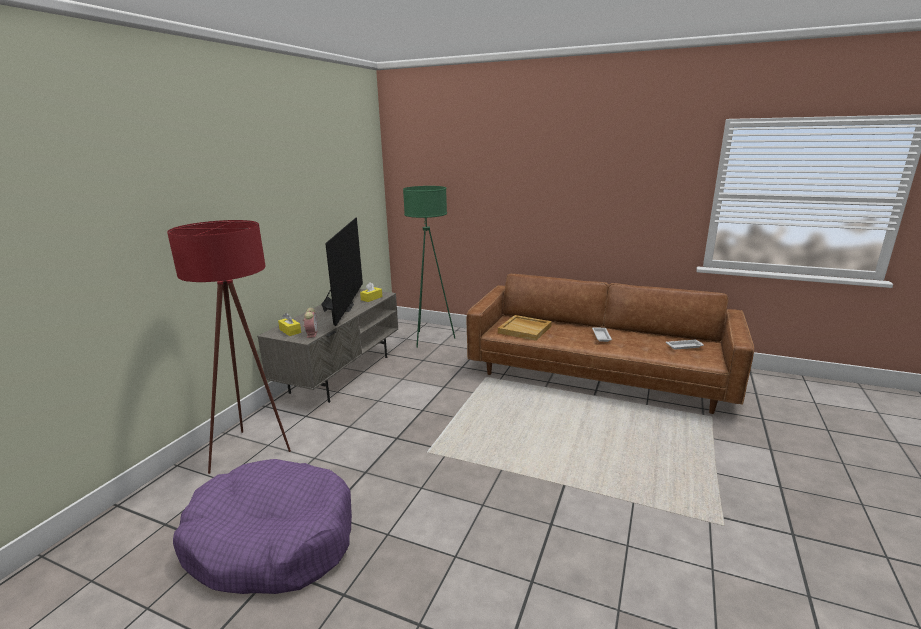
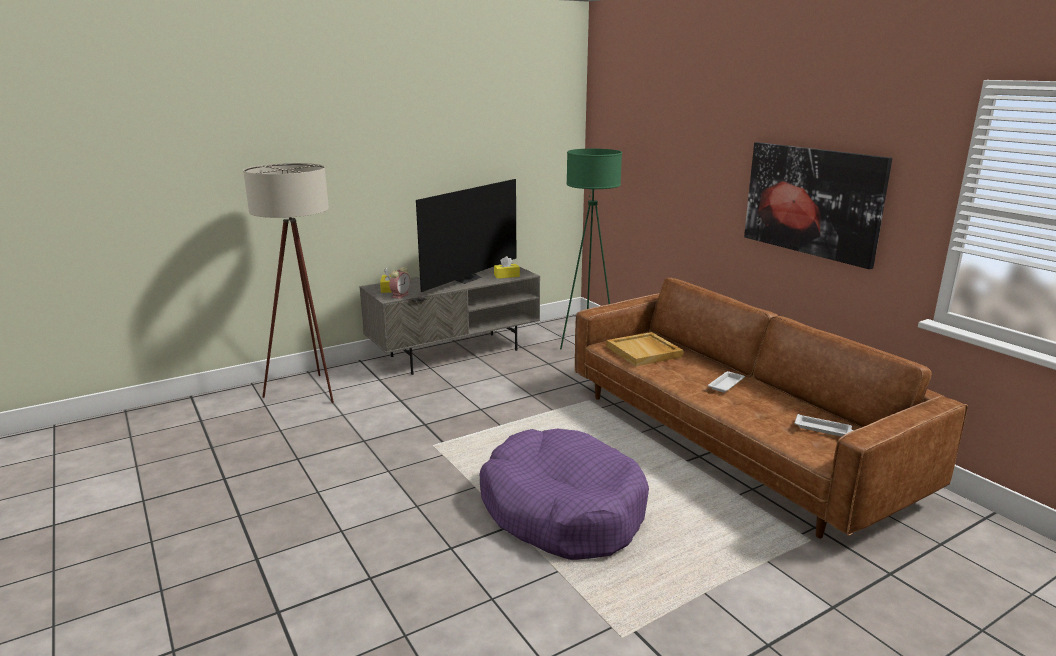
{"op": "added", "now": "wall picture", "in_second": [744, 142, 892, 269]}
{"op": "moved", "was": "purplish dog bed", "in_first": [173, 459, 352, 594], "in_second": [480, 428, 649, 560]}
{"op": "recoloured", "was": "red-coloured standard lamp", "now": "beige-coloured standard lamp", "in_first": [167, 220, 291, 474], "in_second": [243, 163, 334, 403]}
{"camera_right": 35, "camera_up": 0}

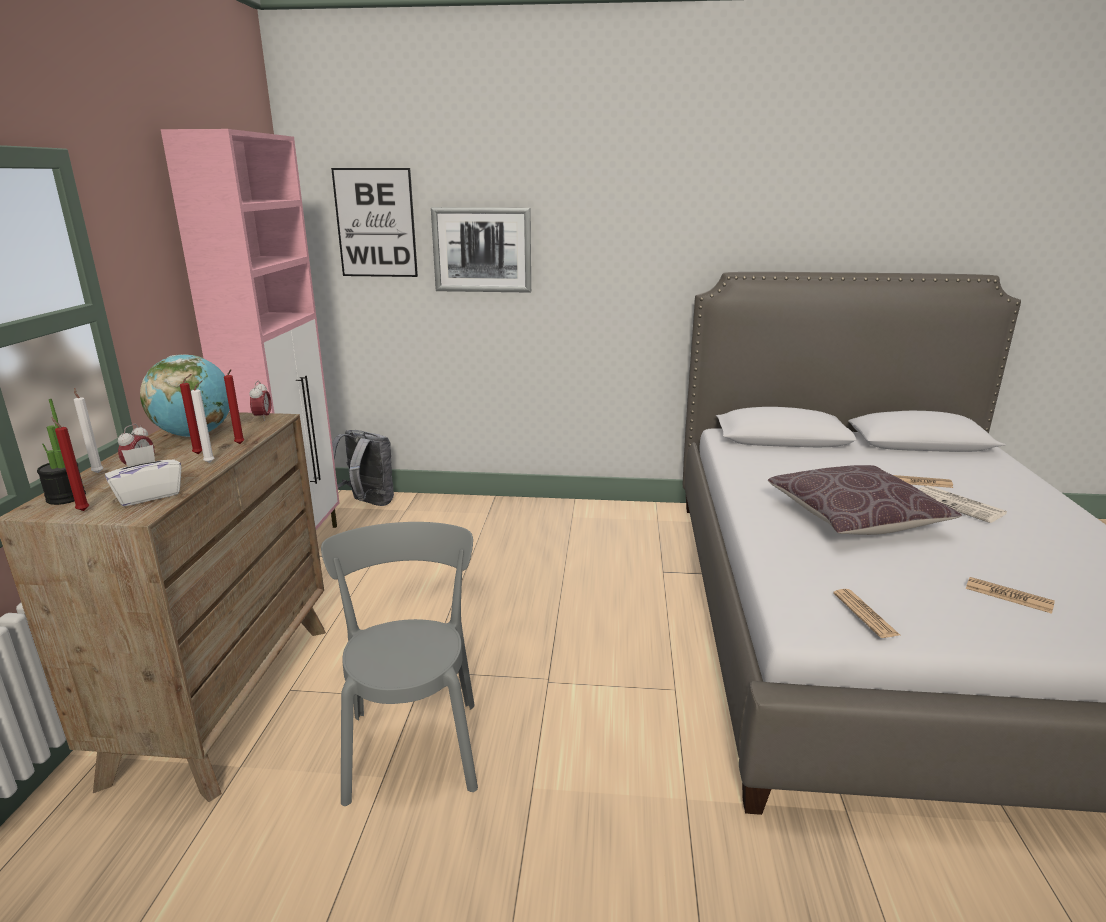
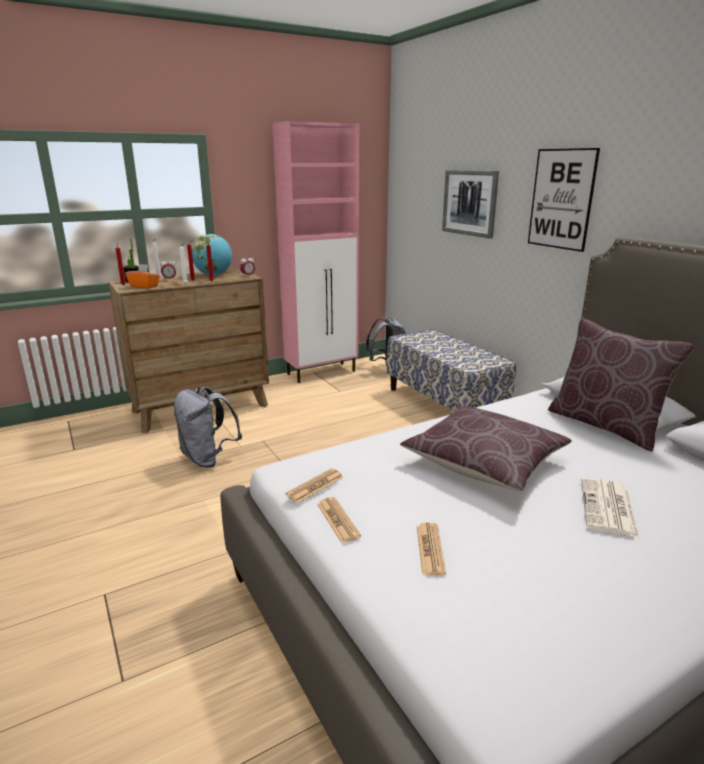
{"op": "added", "now": "bench", "in_second": [387, 329, 516, 412]}
{"op": "added", "now": "brown pillow", "in_second": [548, 318, 694, 452]}
{"op": "moved", "was": "wall picture", "in_first": [331, 168, 418, 277], "in_second": [528, 148, 600, 252]}
{"op": "moved", "was": "newspaper", "in_first": [893, 475, 953, 488], "in_second": [317, 497, 361, 543]}
{"op": "replaced", "was": "gray upright chair", "now": "gray rucksack", "in_first": [321, 522, 478, 806], "in_second": [174, 387, 242, 467]}
{"op": "recoloured", "was": "white box of tissues", "now": "orangey box of tissues", "in_first": [105, 445, 182, 506], "in_second": [125, 264, 160, 289]}
{"camera_right": 55, "camera_up": 0}

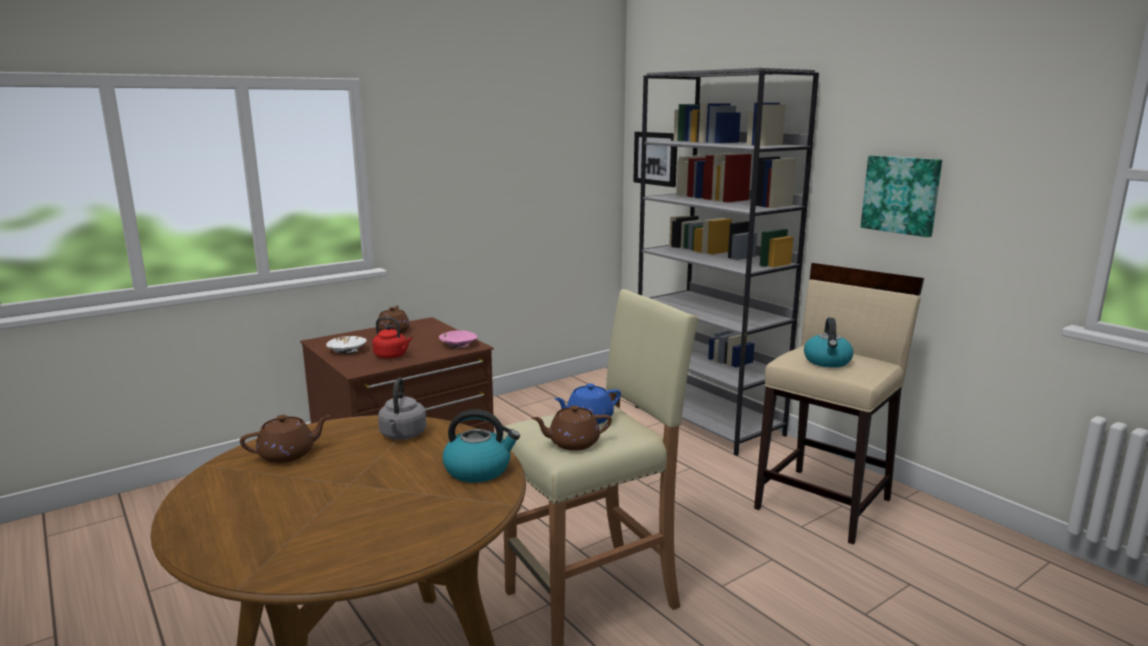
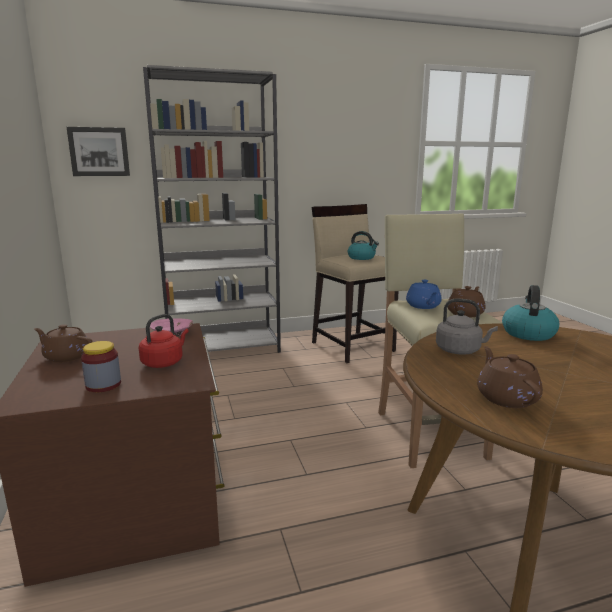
{"op": "removed", "was": "wall picture", "in_first": [861, 155, 942, 237]}
{"op": "replaced", "was": "white deep dish", "now": "jar", "in_first": [326, 336, 367, 354], "in_second": [81, 341, 121, 392]}
{"op": "turned", "was": "brown tea pot", "in_first": [532, 405, 612, 451], "in_second": [447, 286, 486, 317], "clockwise": -150}
{"camera_right": -70, "camera_up": 0}

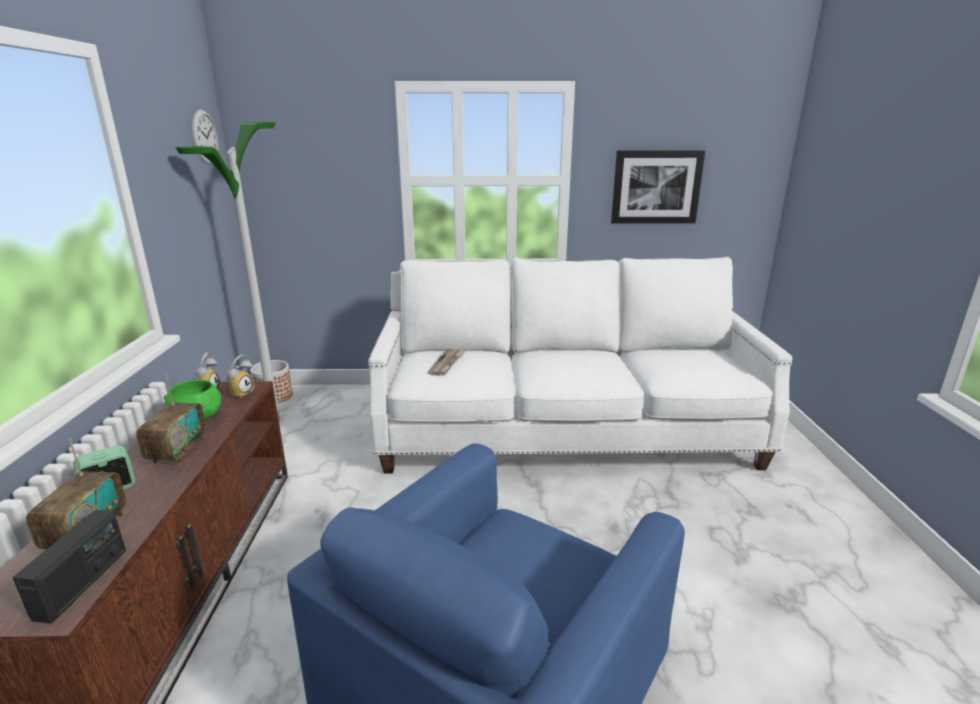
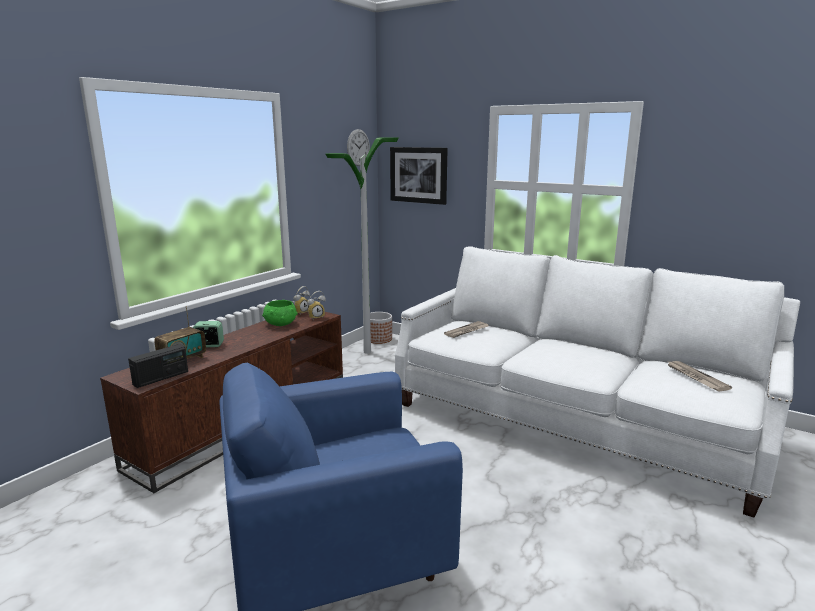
{"op": "removed", "was": "radio receiver", "in_first": [136, 374, 207, 465]}
{"op": "added", "now": "newspaper", "in_second": [668, 361, 732, 391]}
{"op": "moved", "was": "wall picture", "in_first": [611, 150, 705, 224], "in_second": [390, 147, 448, 205]}
{"camera_right": 35, "camera_up": -5}

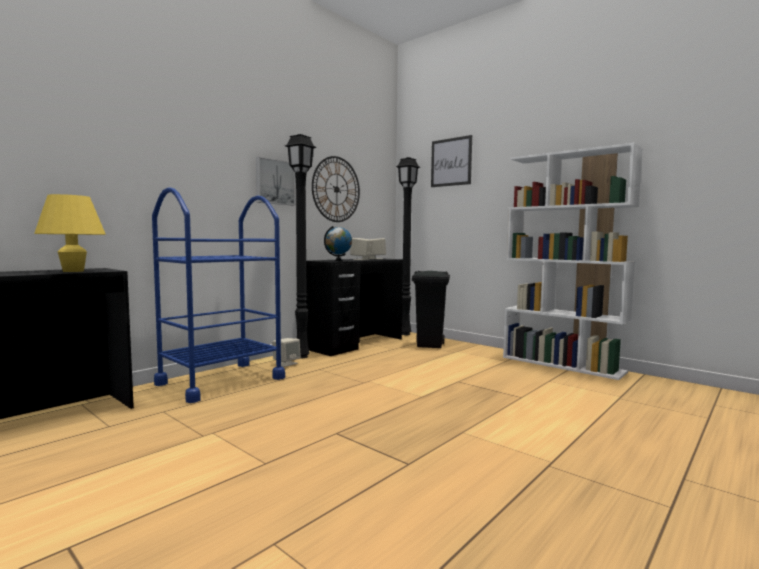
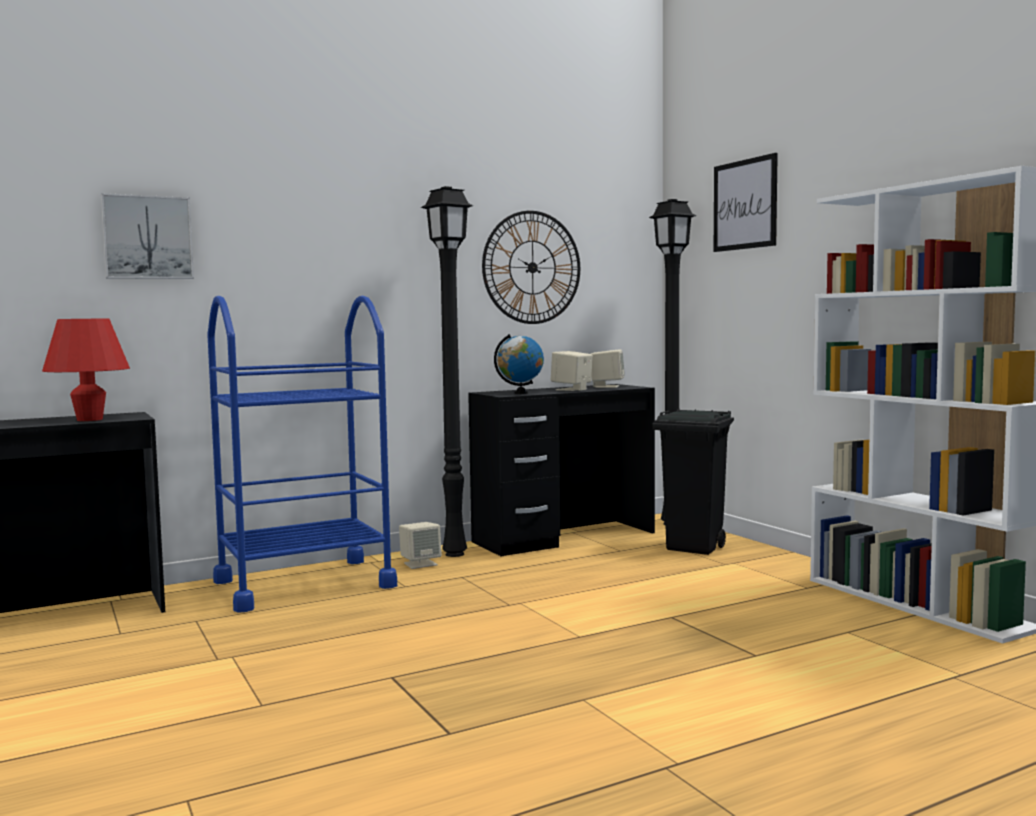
{"op": "moved", "was": "wall picture", "in_first": [256, 157, 296, 205], "in_second": [101, 193, 194, 279]}
{"op": "recoloured", "was": "yellow tabletop lamp", "now": "red-coloured tabletop lamp", "in_first": [34, 194, 106, 272], "in_second": [42, 319, 130, 421]}
{"camera_right": 20, "camera_up": 0}

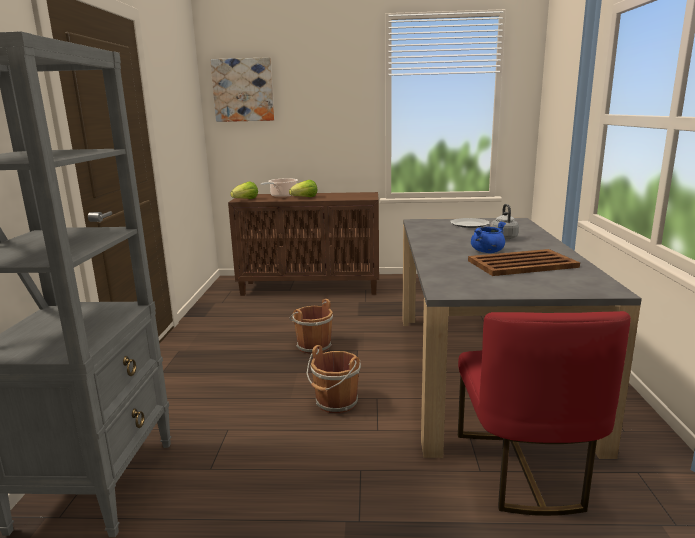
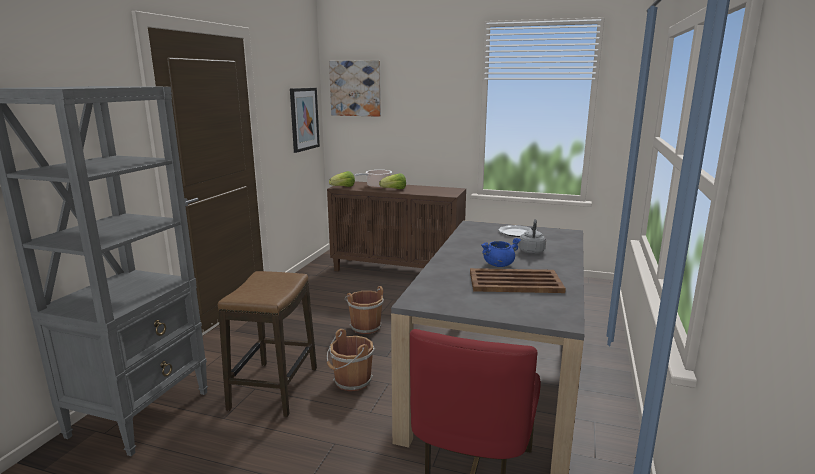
{"op": "added", "now": "stool seat", "in_second": [218, 271, 317, 417]}
{"op": "added", "now": "wall picture", "in_second": [290, 88, 320, 153]}
{"camera_right": 15, "camera_up": 0}

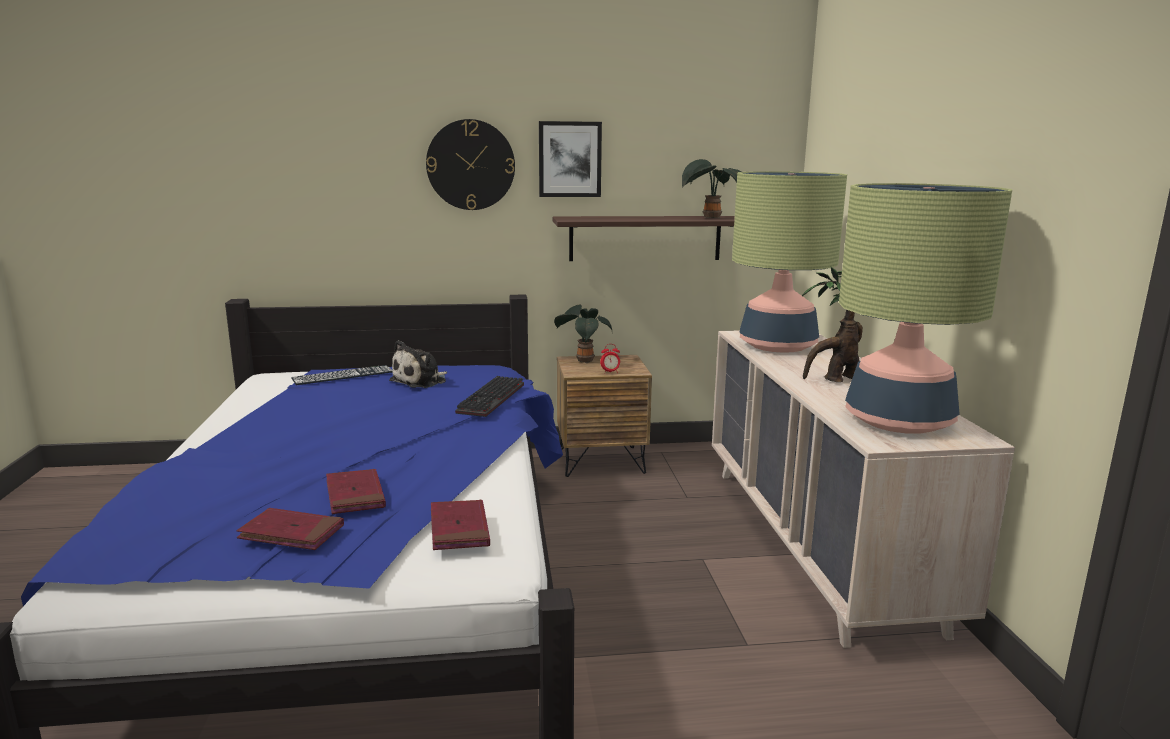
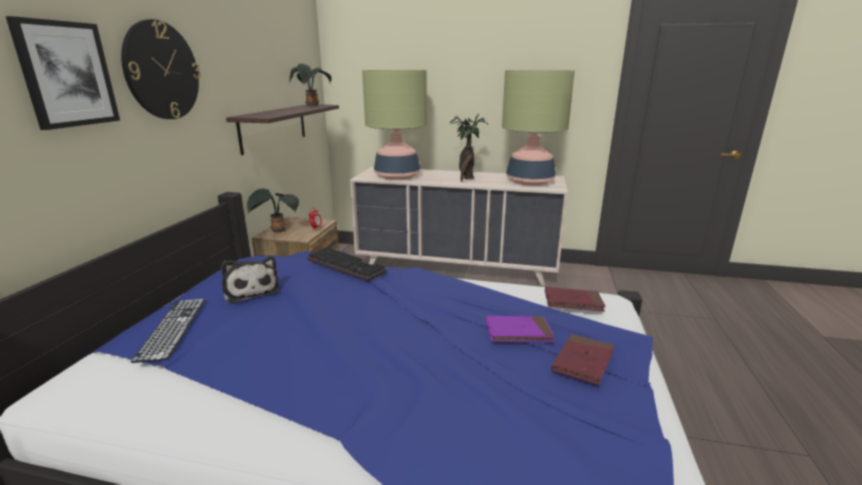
{"op": "moved", "was": "wall picture", "in_first": [539, 121, 602, 197], "in_second": [5, 16, 120, 130]}
{"op": "recoloured", "was": "red-coloured book", "now": "purplish book", "in_first": [326, 469, 386, 514], "in_second": [486, 316, 555, 342]}
{"camera_right": -70, "camera_up": 5}

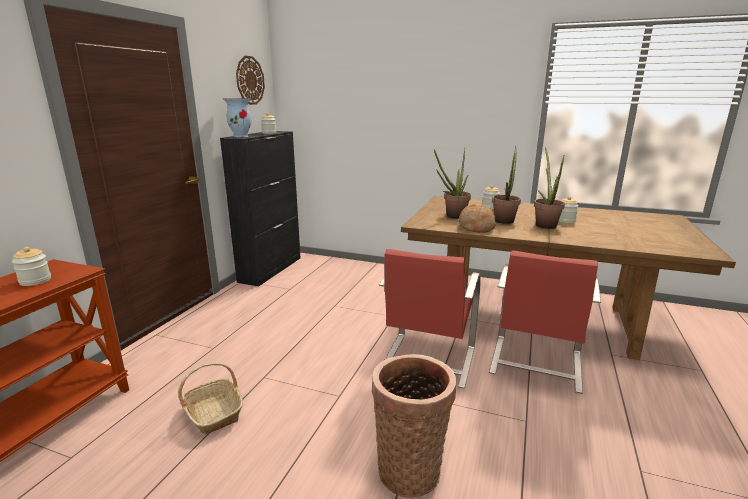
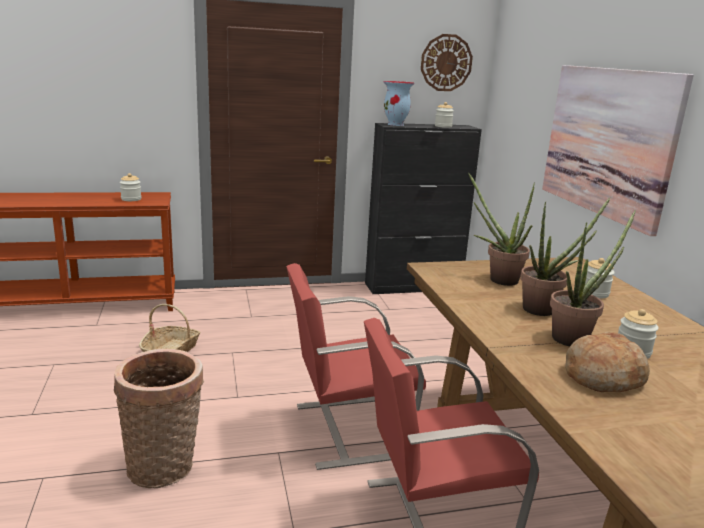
{"op": "added", "now": "wall picture", "in_second": [542, 65, 694, 236]}
{"op": "moved", "was": "baked bread", "in_first": [459, 204, 495, 233], "in_second": [565, 332, 650, 392]}
{"camera_right": 55, "camera_up": 0}

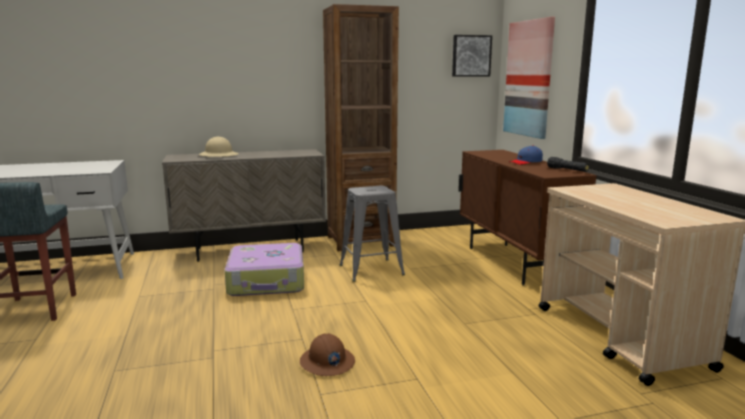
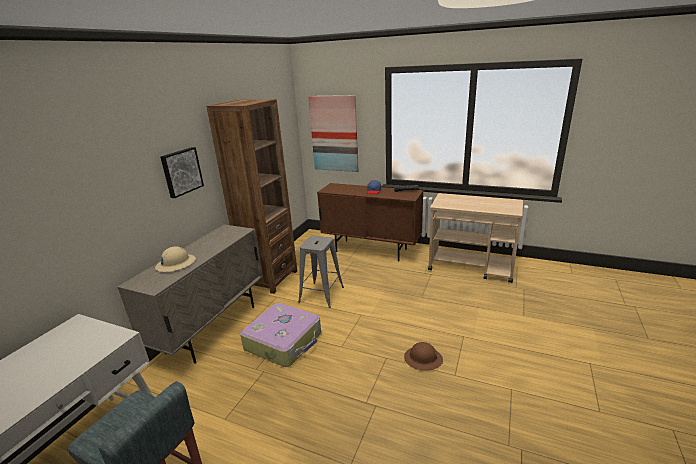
{"op": "moved", "was": "wall picture", "in_first": [452, 35, 492, 77], "in_second": [160, 147, 204, 198]}
{"camera_right": -50, "camera_up": 10}

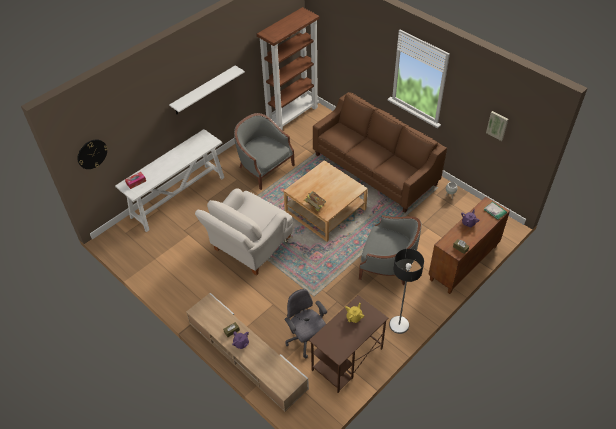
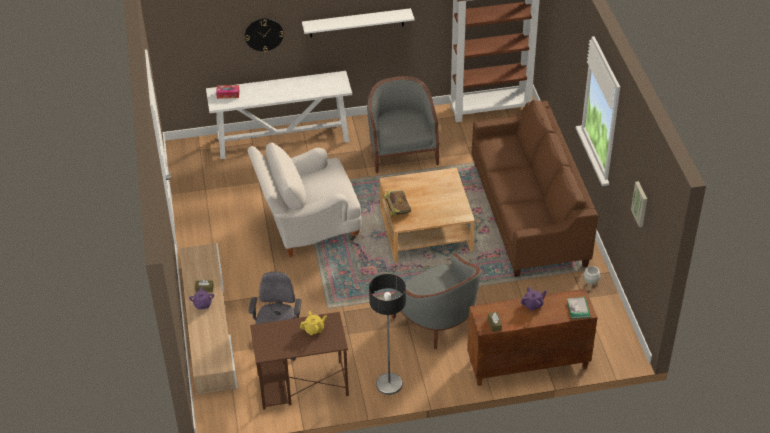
{"op": "moved", "was": "hanging clock", "in_first": [78, 139, 108, 169], "in_second": [245, 18, 284, 52]}
{"camera_right": 35, "camera_up": -5}

